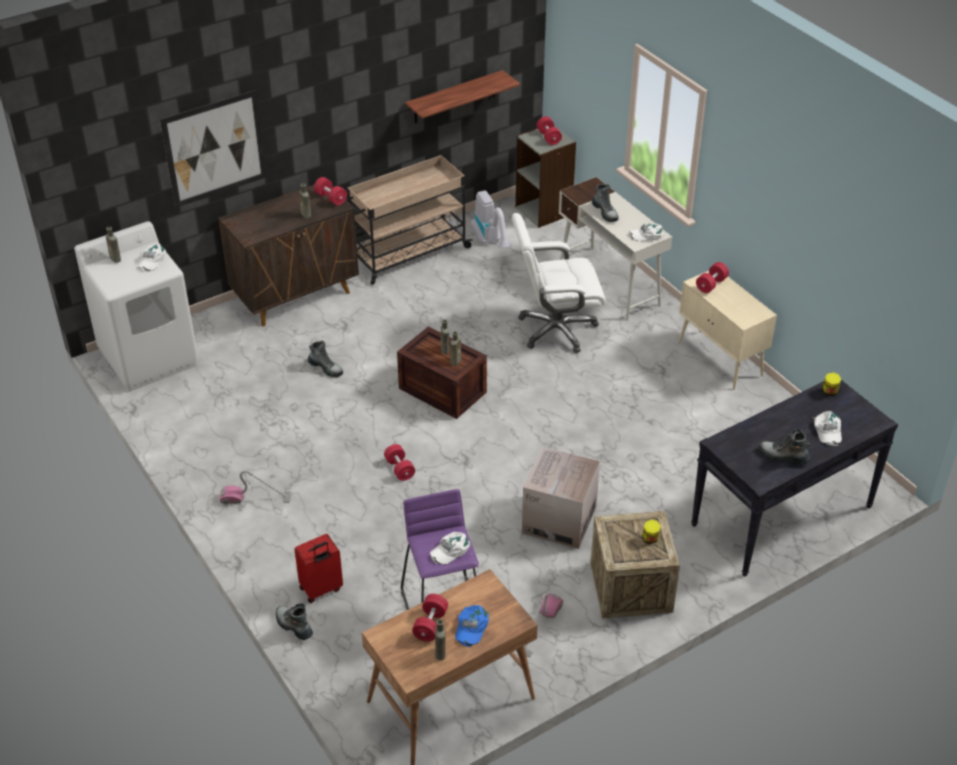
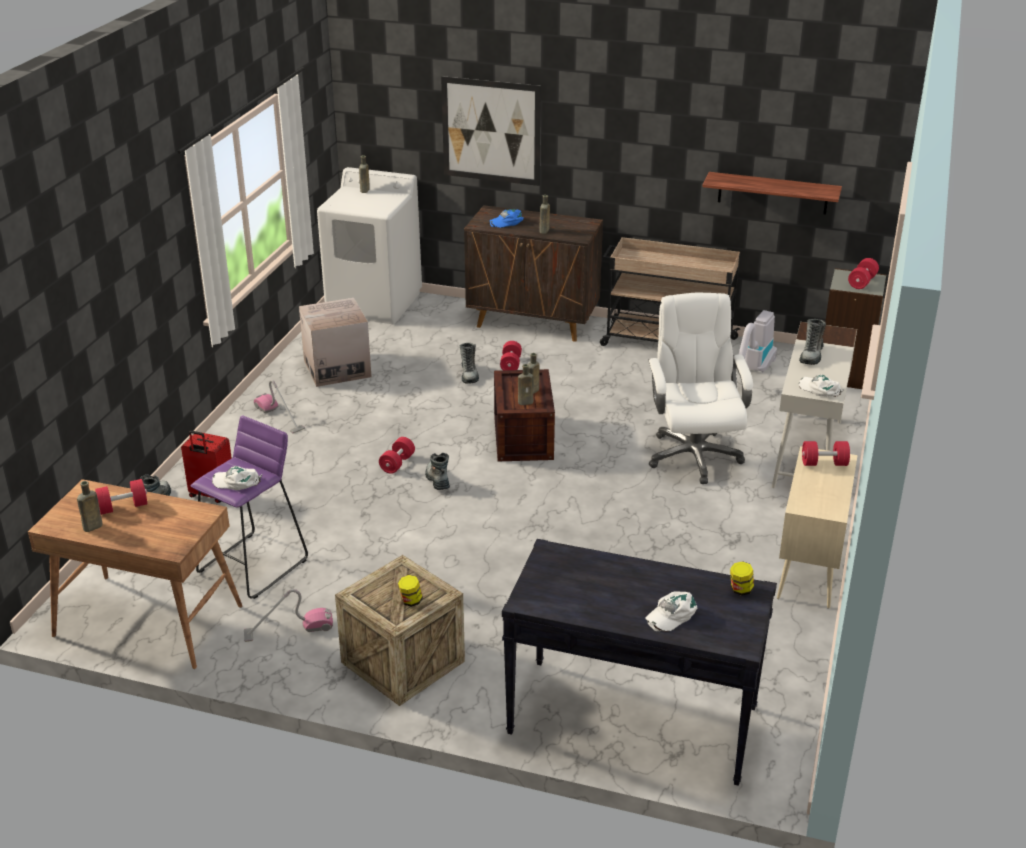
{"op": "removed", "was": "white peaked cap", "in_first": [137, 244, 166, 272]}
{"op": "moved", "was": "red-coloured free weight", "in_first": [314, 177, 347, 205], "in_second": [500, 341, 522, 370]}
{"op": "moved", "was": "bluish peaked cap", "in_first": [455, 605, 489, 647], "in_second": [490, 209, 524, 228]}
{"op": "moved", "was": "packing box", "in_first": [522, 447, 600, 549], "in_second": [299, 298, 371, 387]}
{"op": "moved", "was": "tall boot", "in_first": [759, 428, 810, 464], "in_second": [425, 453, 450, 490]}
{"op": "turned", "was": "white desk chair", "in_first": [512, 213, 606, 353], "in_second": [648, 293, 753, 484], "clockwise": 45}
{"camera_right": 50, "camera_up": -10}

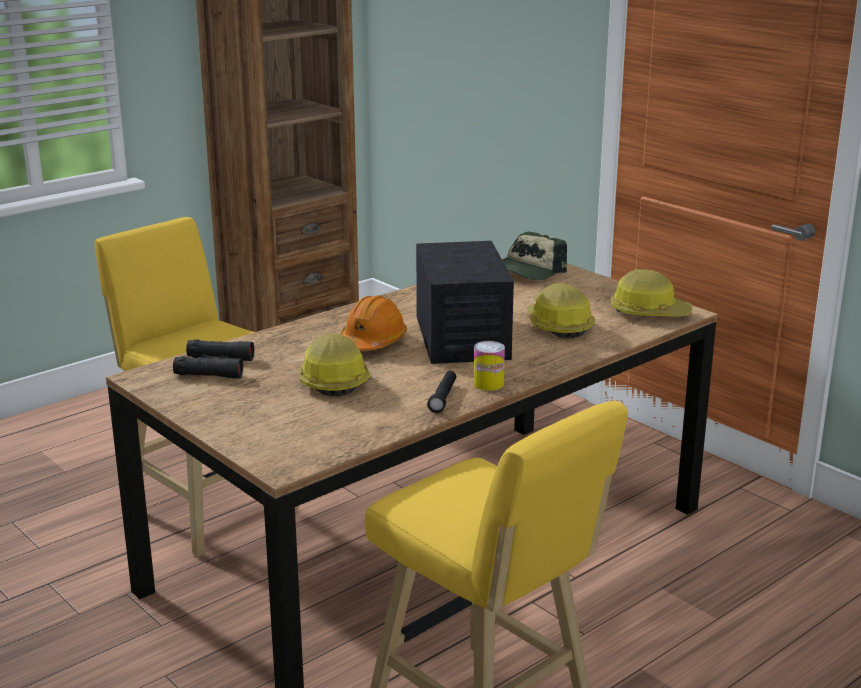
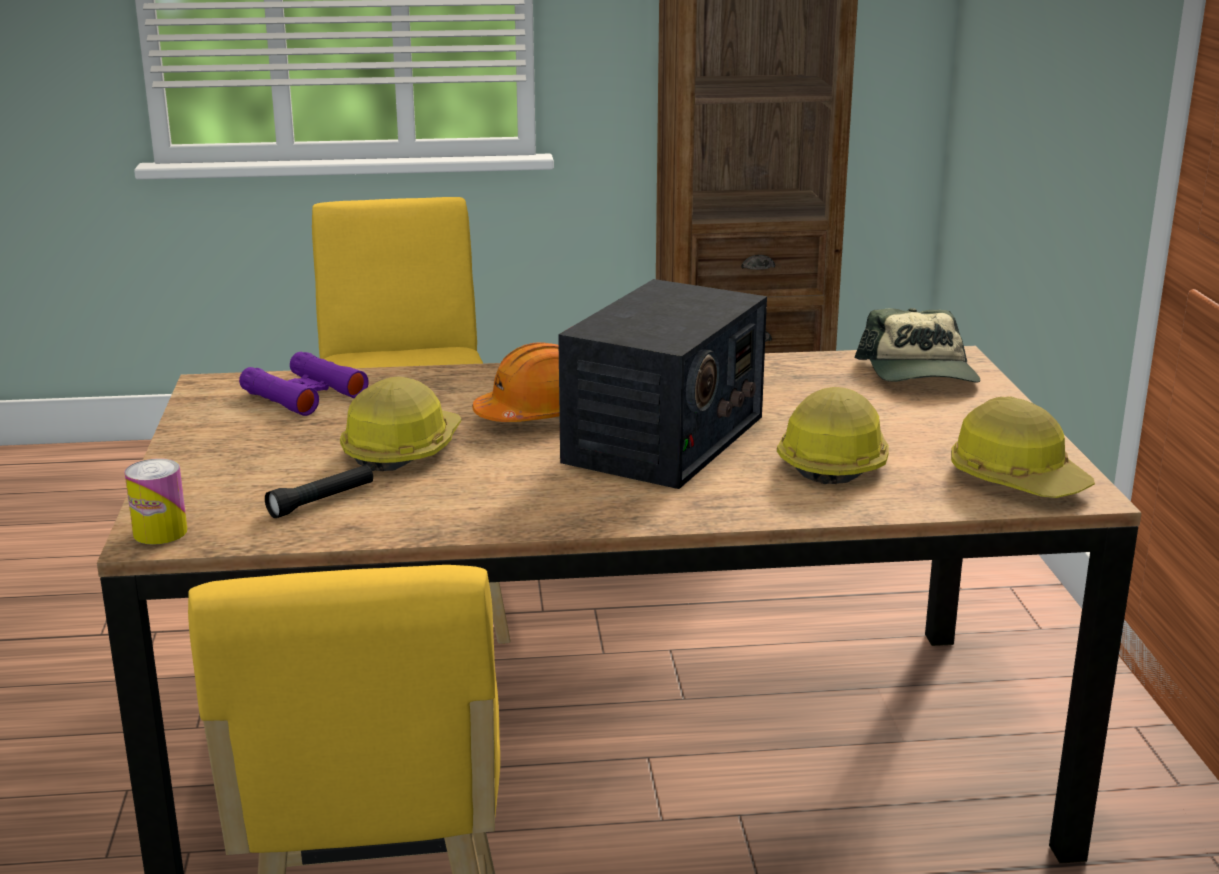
{"op": "moved", "was": "black flashlight", "in_first": [427, 371, 456, 413], "in_second": [265, 465, 373, 518]}
{"op": "moved", "was": "can", "in_first": [474, 341, 505, 391], "in_second": [125, 458, 187, 545]}
{"op": "recoloured", "was": "black binoculars", "now": "purplish binoculars", "in_first": [173, 339, 254, 379], "in_second": [239, 352, 369, 416]}
{"op": "turned", "was": "peaked cap", "in_first": [503, 232, 567, 280], "in_second": [854, 308, 980, 383], "clockwise": -75}
{"camera_right": 35, "camera_up": 0}

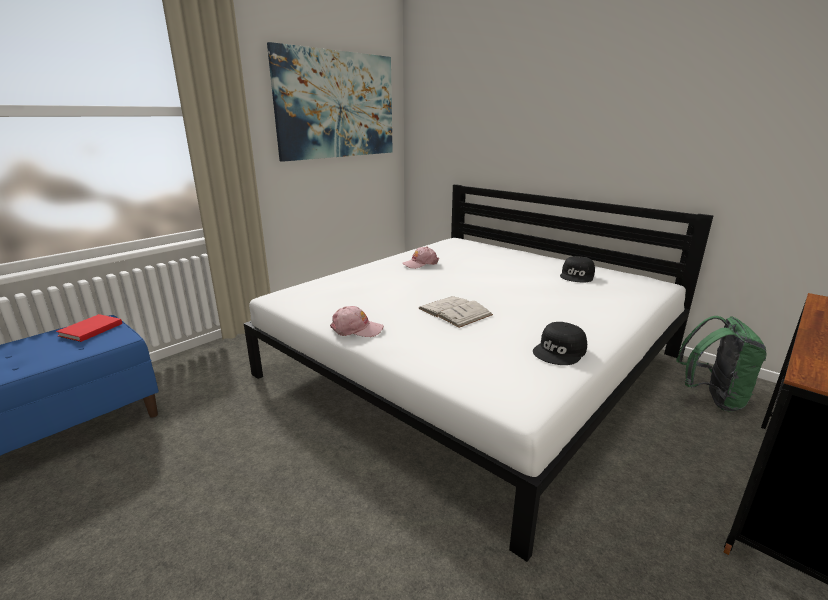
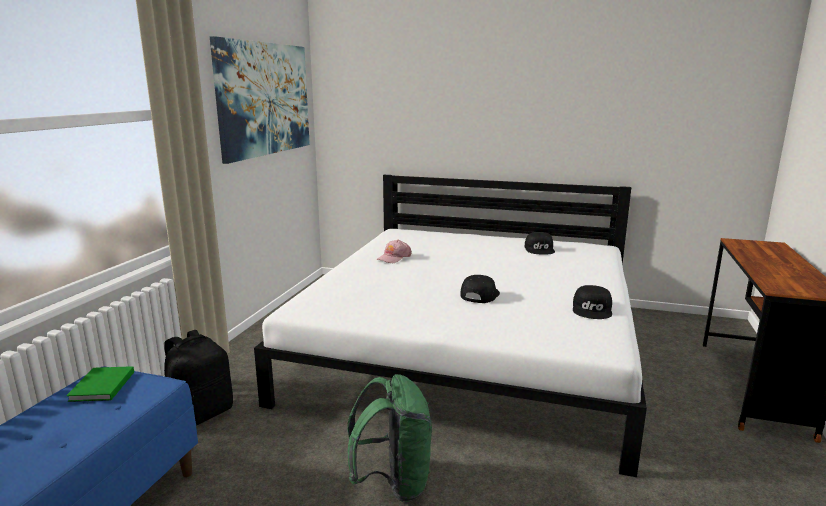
{"op": "removed", "was": "pink peaked cap", "in_first": [330, 306, 384, 337]}
{"op": "added", "now": "black rucksack", "in_second": [164, 330, 233, 426]}
{"op": "moved", "was": "green rucksack", "in_first": [676, 316, 767, 412], "in_second": [347, 374, 432, 502]}
{"op": "replaced", "was": "white book", "now": "black peaked cap", "in_first": [418, 296, 493, 328], "in_second": [461, 275, 500, 303]}
{"op": "recoloured", "was": "red-coloured book", "now": "green book", "in_first": [56, 314, 122, 342], "in_second": [66, 366, 134, 402]}
{"camera_right": -25, "camera_up": -5}

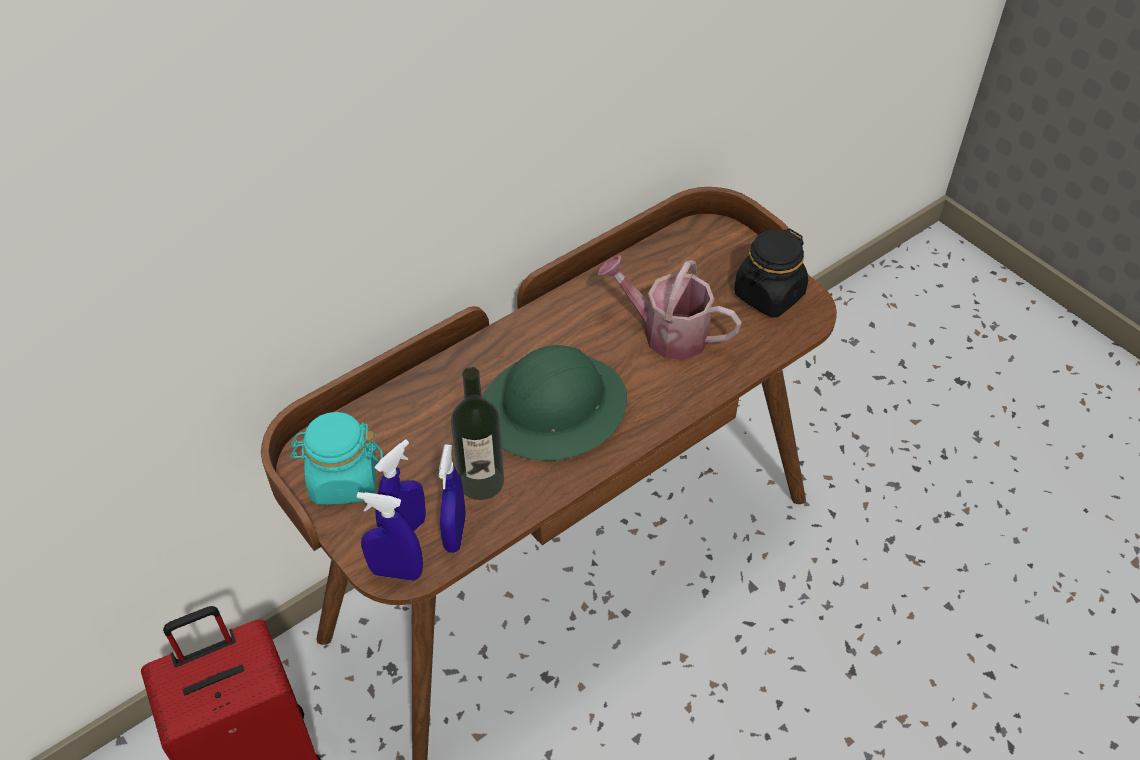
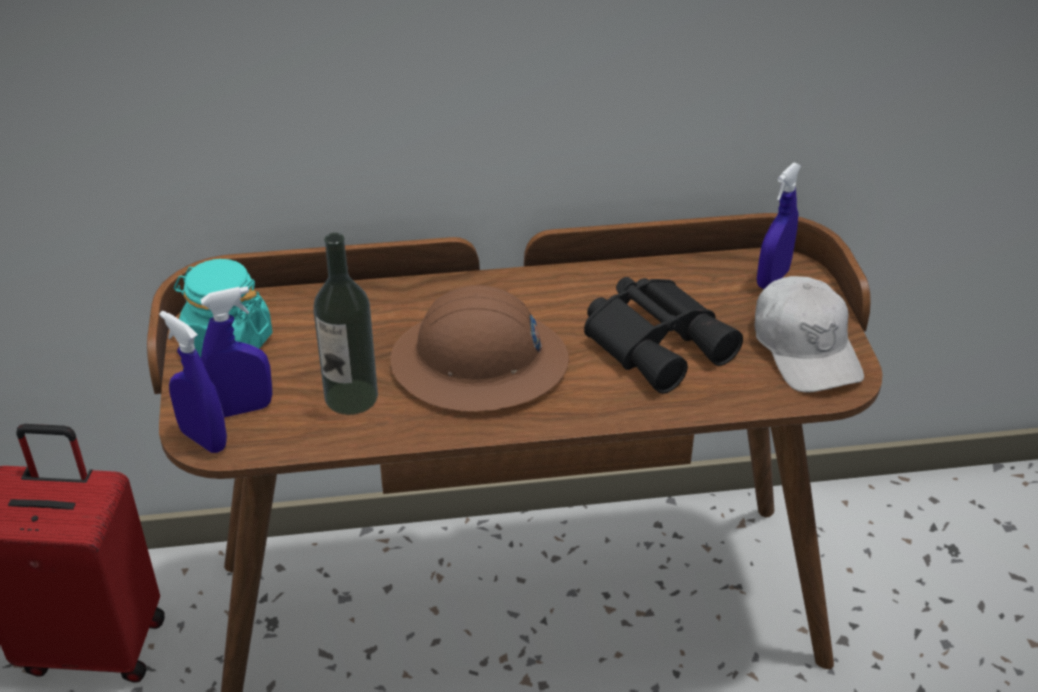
{"op": "moved", "was": "bluish hand sprayer", "in_first": [439, 444, 466, 553], "in_second": [757, 162, 801, 289]}
{"op": "replaced", "was": "watering pot", "now": "black binoculars", "in_first": [598, 255, 742, 360], "in_second": [584, 277, 743, 394]}
{"op": "replaced", "was": "black jar", "now": "white peaked cap", "in_first": [734, 229, 808, 317], "in_second": [755, 276, 864, 393]}
{"op": "recoloured", "was": "green hard hat", "now": "brown hard hat", "in_first": [483, 345, 627, 461], "in_second": [391, 285, 569, 412]}
{"camera_right": 30, "camera_up": -10}

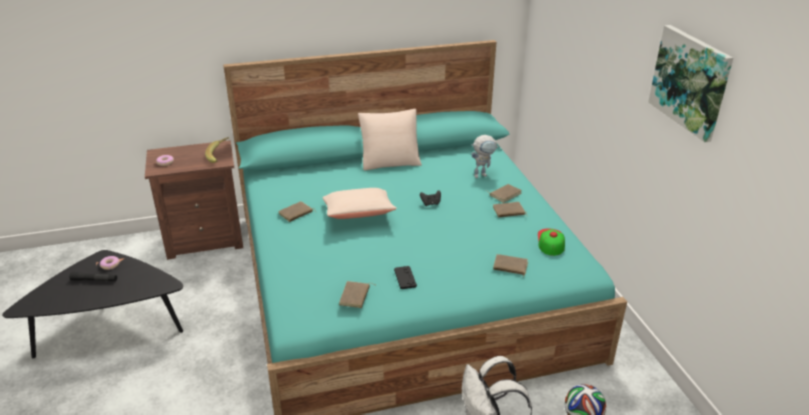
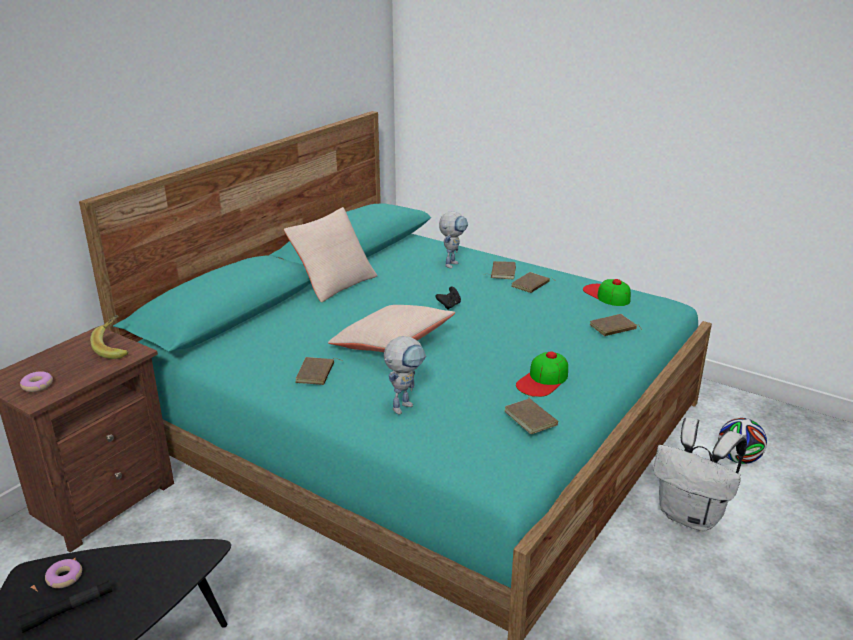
{"op": "removed", "was": "wall picture", "in_first": [648, 25, 733, 142]}
{"op": "added", "now": "toy robot", "in_second": [384, 336, 426, 415]}
{"op": "replaced", "was": "black game controller", "now": "peaked cap", "in_first": [394, 266, 417, 289], "in_second": [516, 351, 568, 397]}
{"camera_right": -40, "camera_up": -5}

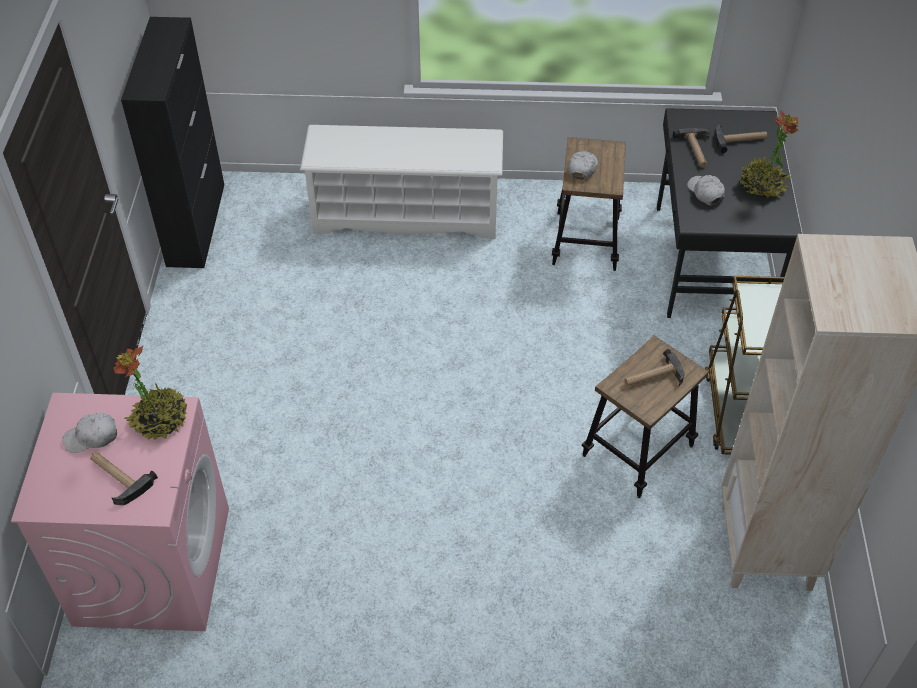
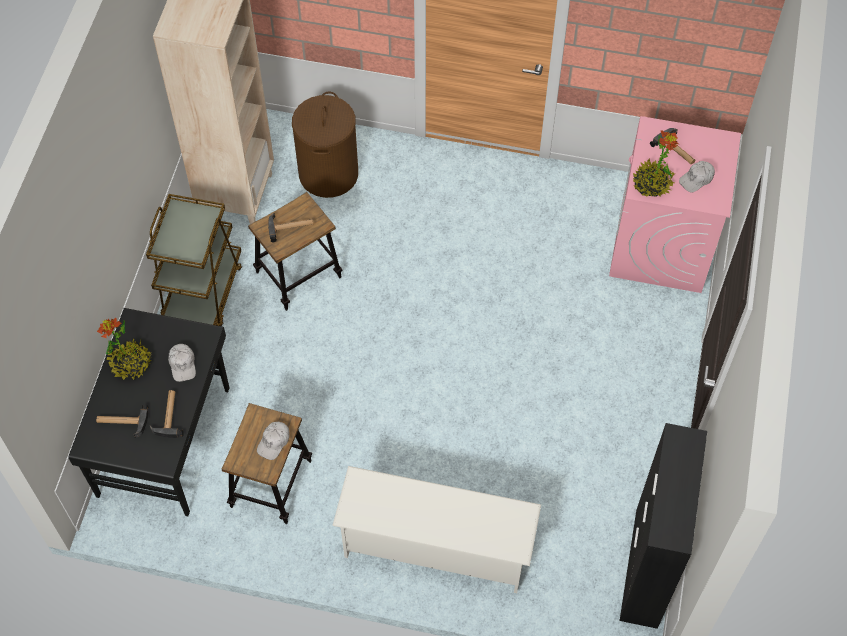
{"op": "added", "now": "brown washing basket", "in_second": [292, 92, 358, 198]}
{"op": "turned", "was": "white peaked cap", "in_first": [62, 413, 117, 453], "in_second": [679, 161, 715, 193], "clockwise": 150}
{"camera_right": -170, "camera_up": 10}

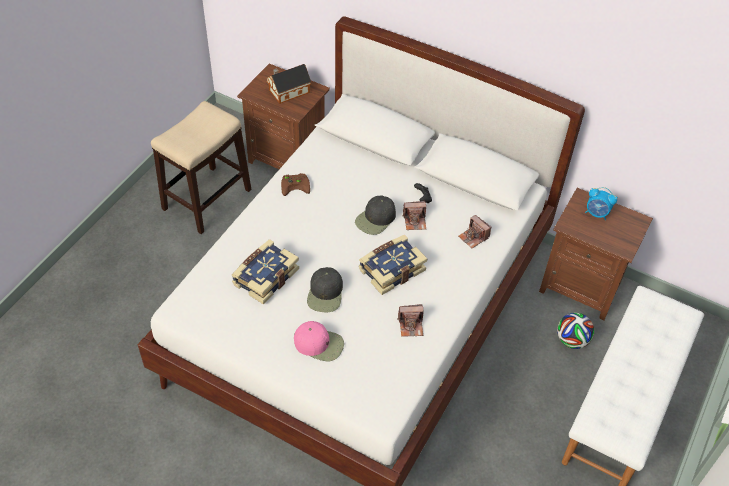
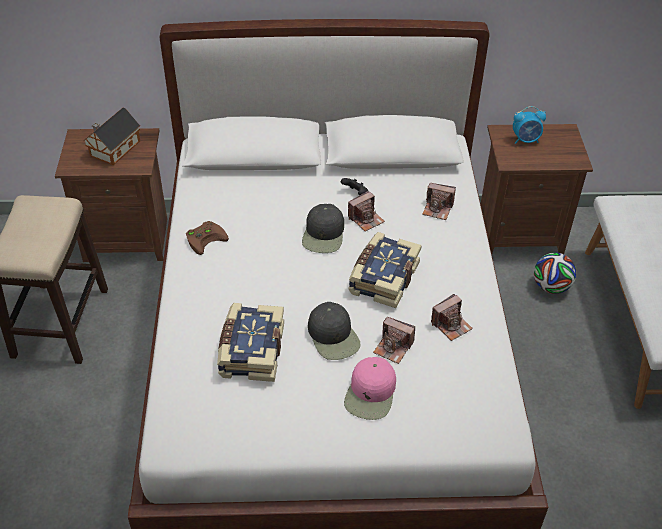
{"op": "added", "now": "still camera", "in_second": [373, 317, 415, 364]}
{"op": "turned", "was": "pink peaked cap", "in_first": [294, 321, 344, 361], "in_second": [344, 357, 396, 420], "clockwise": 120}
{"camera_right": -30, "camera_up": -5}

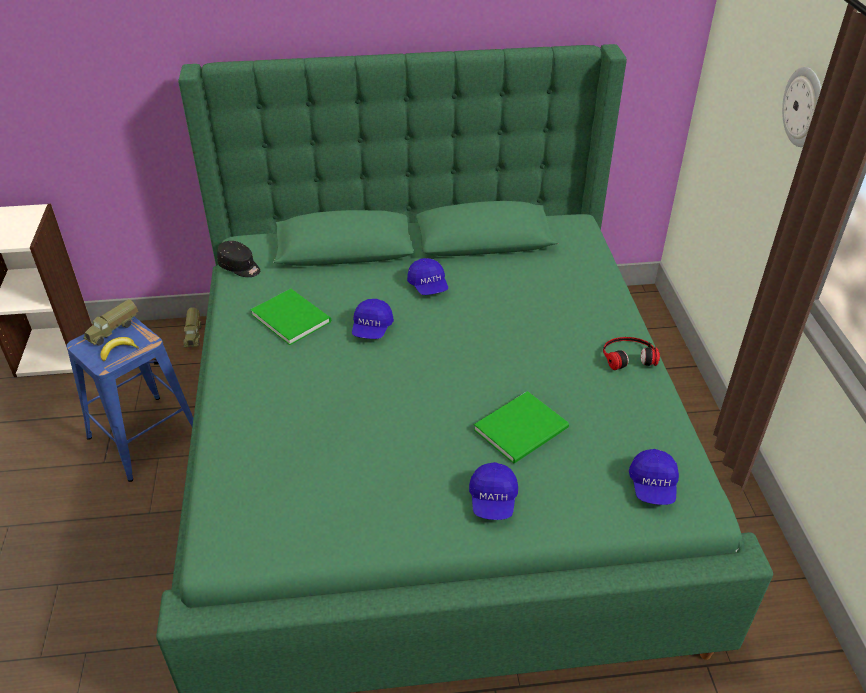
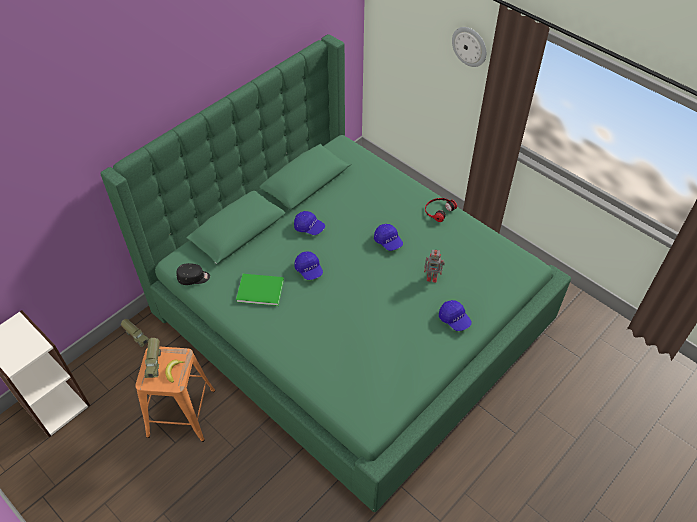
{"op": "moved", "was": "bluish peaked cap", "in_first": [629, 449, 679, 505], "in_second": [374, 224, 403, 251]}
{"op": "replaced", "was": "green book", "now": "toy robot", "in_first": [474, 391, 569, 464], "in_second": [424, 249, 445, 283]}
{"op": "recoloured", "was": "bluish stool seat", "now": "orangey stool seat", "in_first": [66, 316, 194, 482], "in_second": [135, 346, 215, 442]}
{"camera_right": -40, "camera_up": 10}

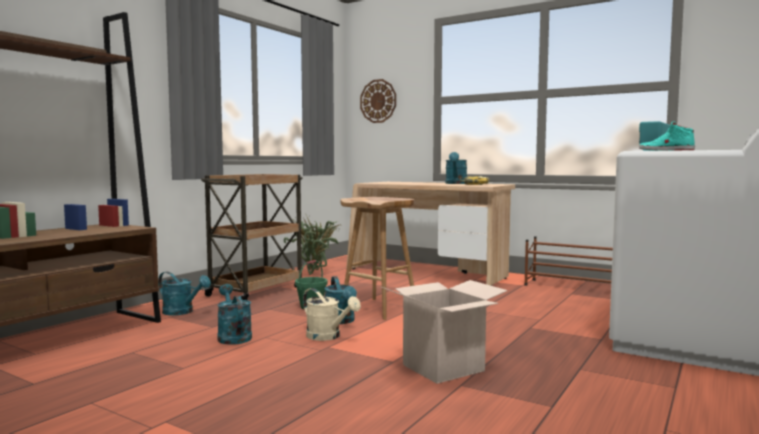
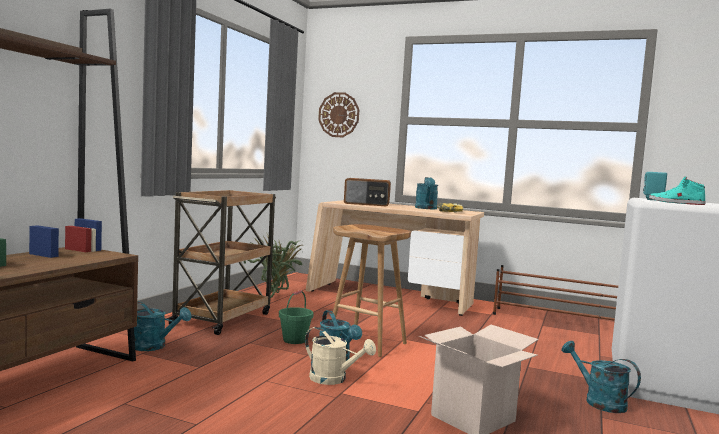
{"op": "added", "now": "radio receiver", "in_second": [344, 178, 391, 206]}
{"op": "moved", "was": "blue-green watering pot", "in_first": [217, 284, 252, 345], "in_second": [561, 341, 641, 413]}
{"camera_right": -10, "camera_up": 0}

